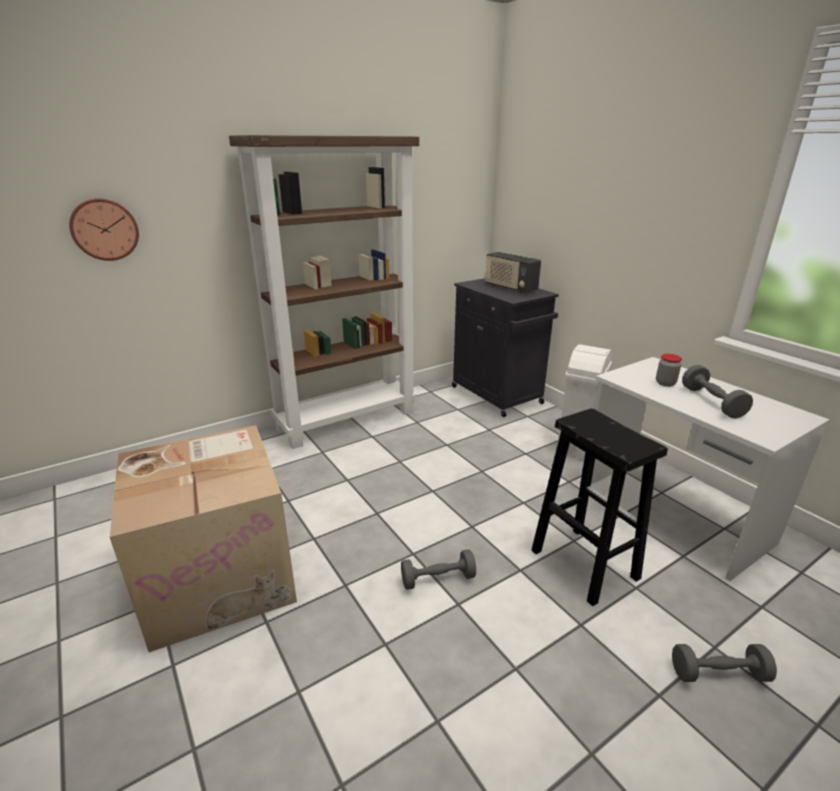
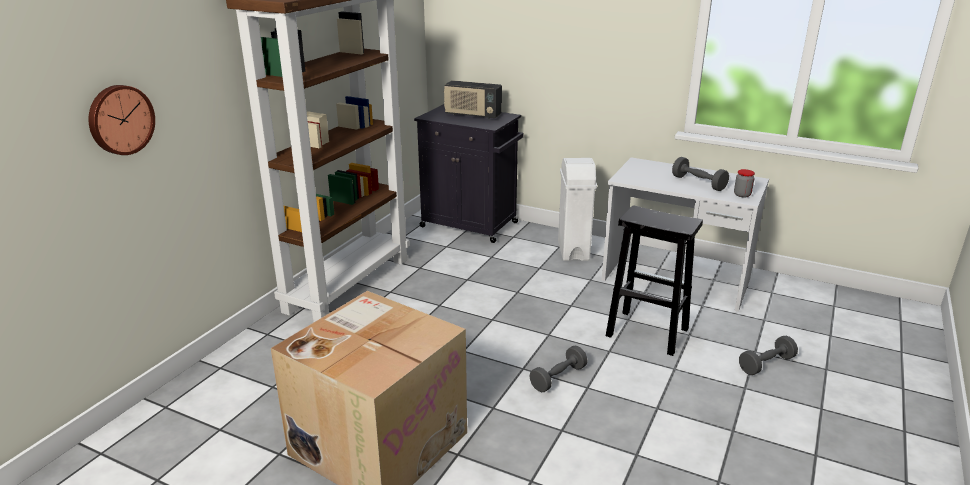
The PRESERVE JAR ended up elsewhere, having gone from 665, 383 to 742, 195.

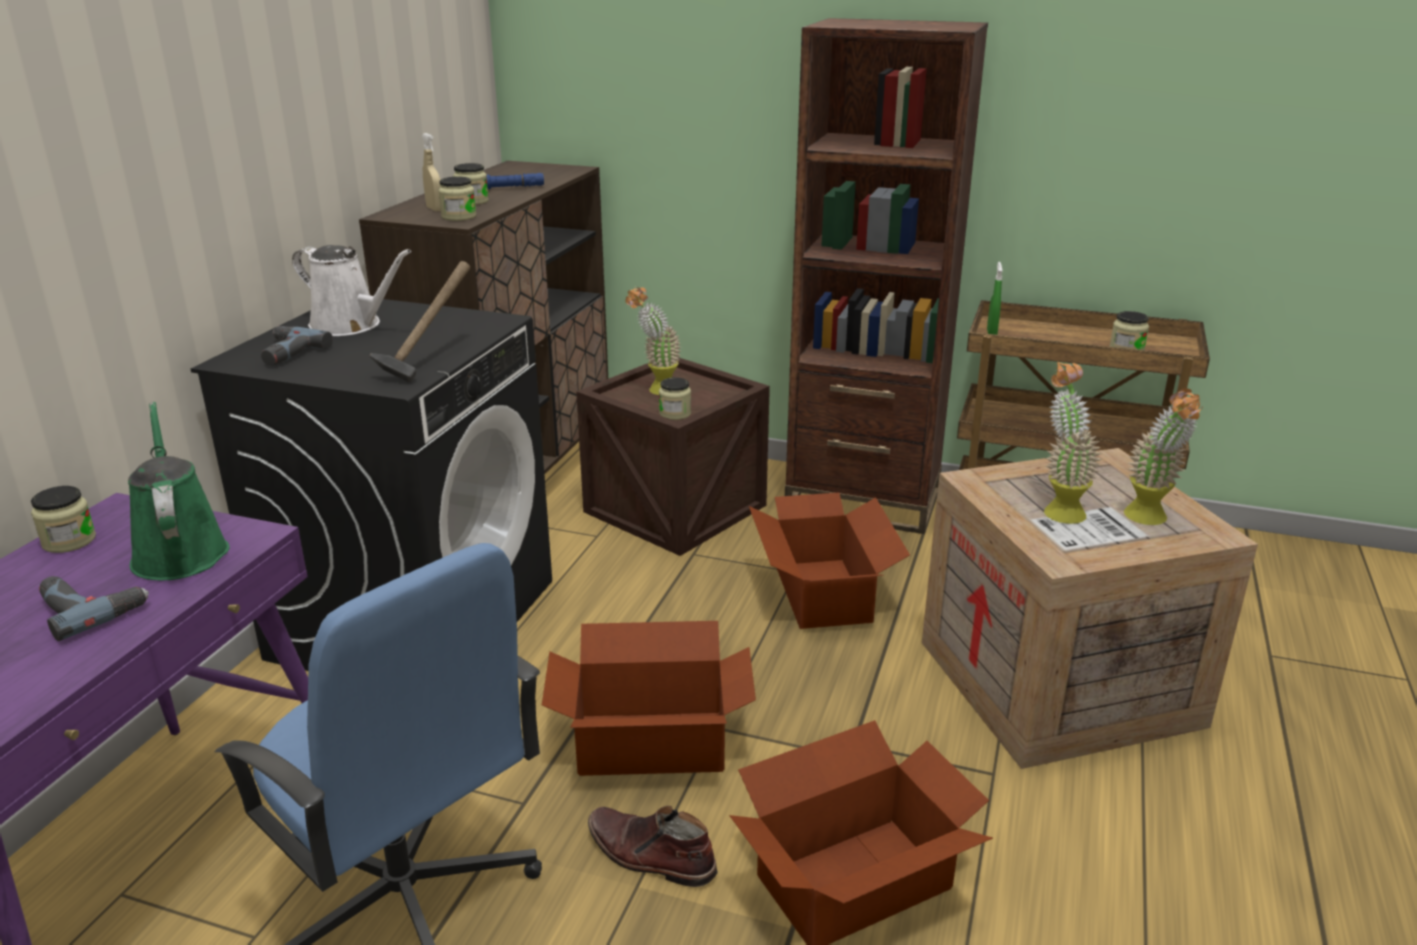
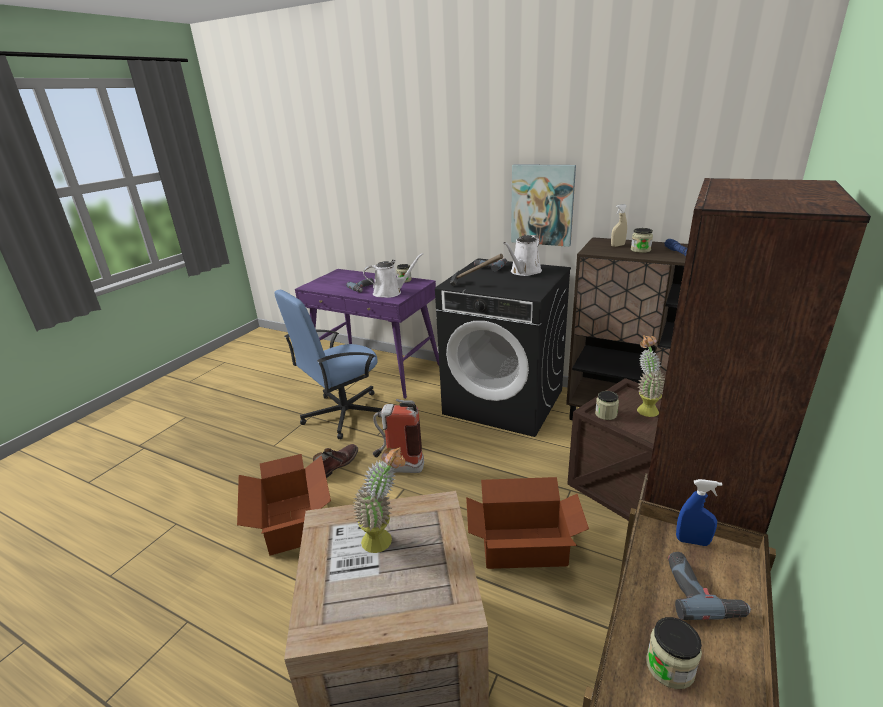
The second view lost the PRESERVE JAR at 459, 217.
What was the GREEN-COLOURED SPRAYER at 991, 333 turned into the BLUISH SPRAYER at 692, 541.
The second view lost the HOUSEPLANT at 1150, 520.
What was the GREEN-COLOURED SPRINKLING CAN at 179, 551 turned into the WHITE-COLOURED SPRINKLING CAN at 390, 292.
Where the PACKING BOX stood at 652, 744, the FIRE EXTINGUISHER came to stand at 399, 468.
The second view gained the PICTURE at 542, 205.
The second view gained the POWER DRILL at 701, 592.

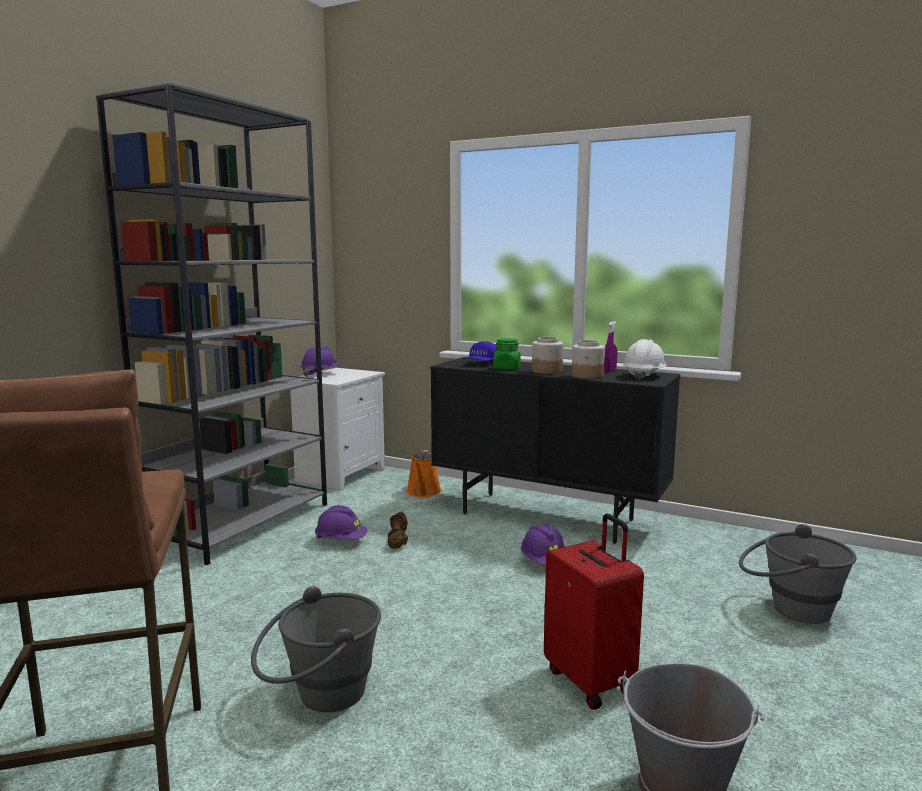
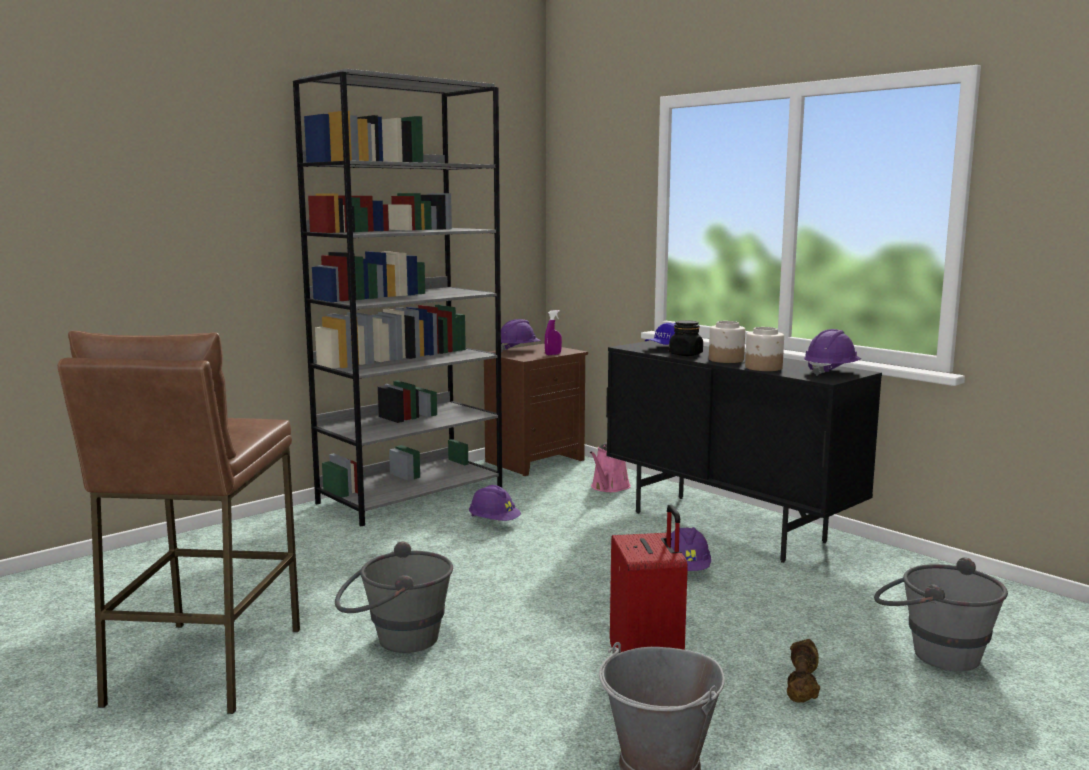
The PURPLE-COLOURED SPRAYER ended up elsewhere, having gone from 610, 370 to 553, 354.
What was the GREEN-COLOURED PRESERVE JAR at 506, 368 turned into the BLACK-COLOURED PRESERVE JAR at 685, 354.
What was the WHITE-COLOURED WORK HELMET at 643, 376 turned into the PURPLE-COLOURED WORK HELMET at 831, 372.
What was the WHITE-COLOURED NIGHT TABLE at 340, 474 turned into the BROWN-COLOURED NIGHT TABLE at 534, 460.
What was the ORANGE-COLOURED SPRINKLING CAN at 423, 492 turned into the PINK-COLOURED SPRINKLING CAN at 609, 487.
The BROWN-COLOURED HAND WEIGHT ended up elsewhere, having gone from 398, 539 to 803, 684.

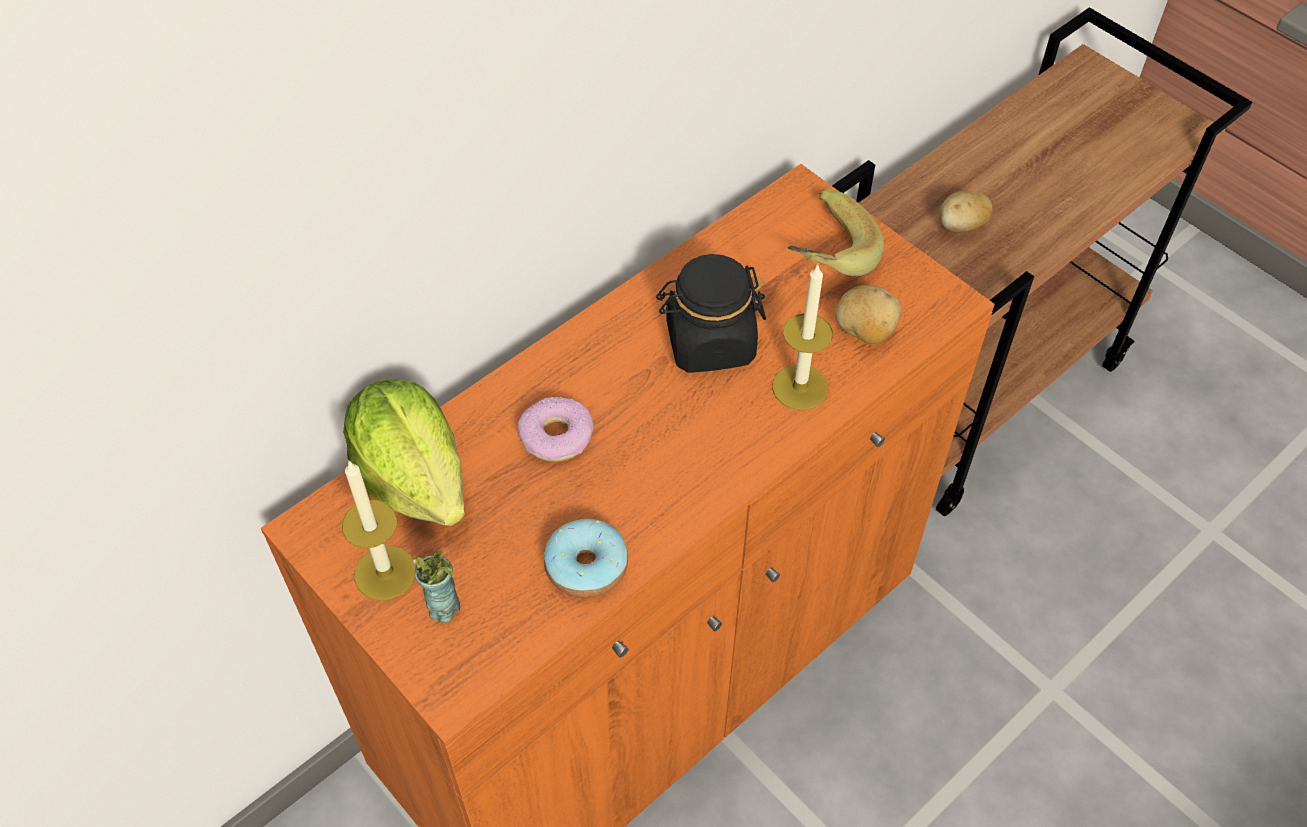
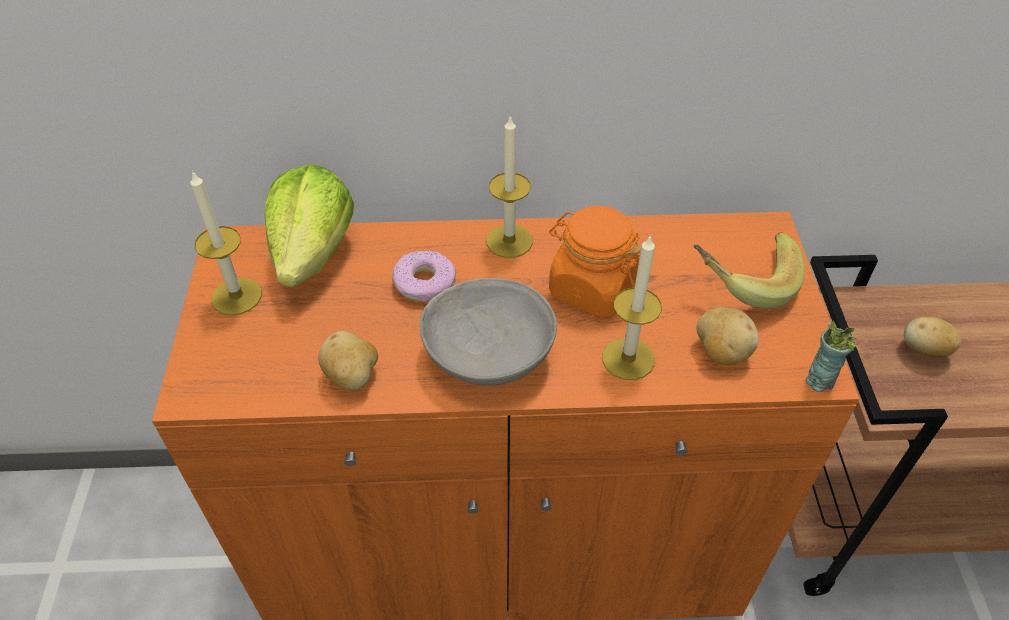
What was the BLACK-COLOURED PRESERVE JAR at 709, 343 turned into the ORANGE-COLOURED PRESERVE JAR at 592, 288.
Where the RING DOUGHNUT stood at 586, 566, the SPUD came to stand at 352, 376.
The DRINKING CUP ended up elsewhere, having gone from 443, 607 to 819, 380.
The second view gained the WAX LIGHT at 509, 241.
The second view gained the GREY BOWL at 488, 356.

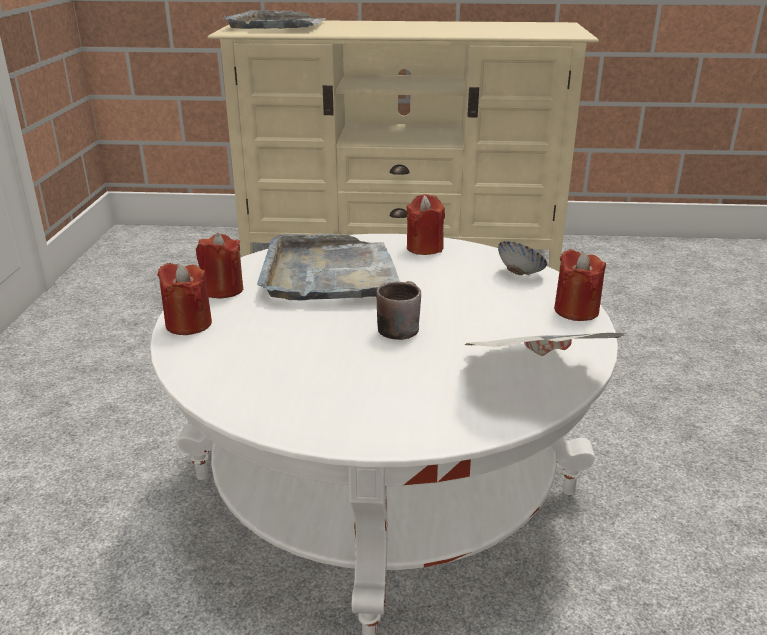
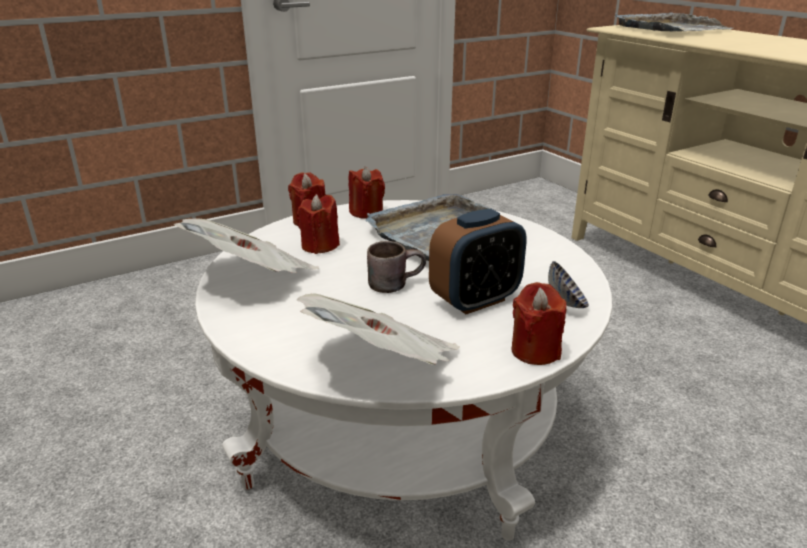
The RED WAX LIGHT ended up elsewhere, having gone from 424, 248 to 320, 246.
The second view gained the ALARM CLOCK at 475, 300.
The second view gained the PRINTED PAPER at 254, 277.

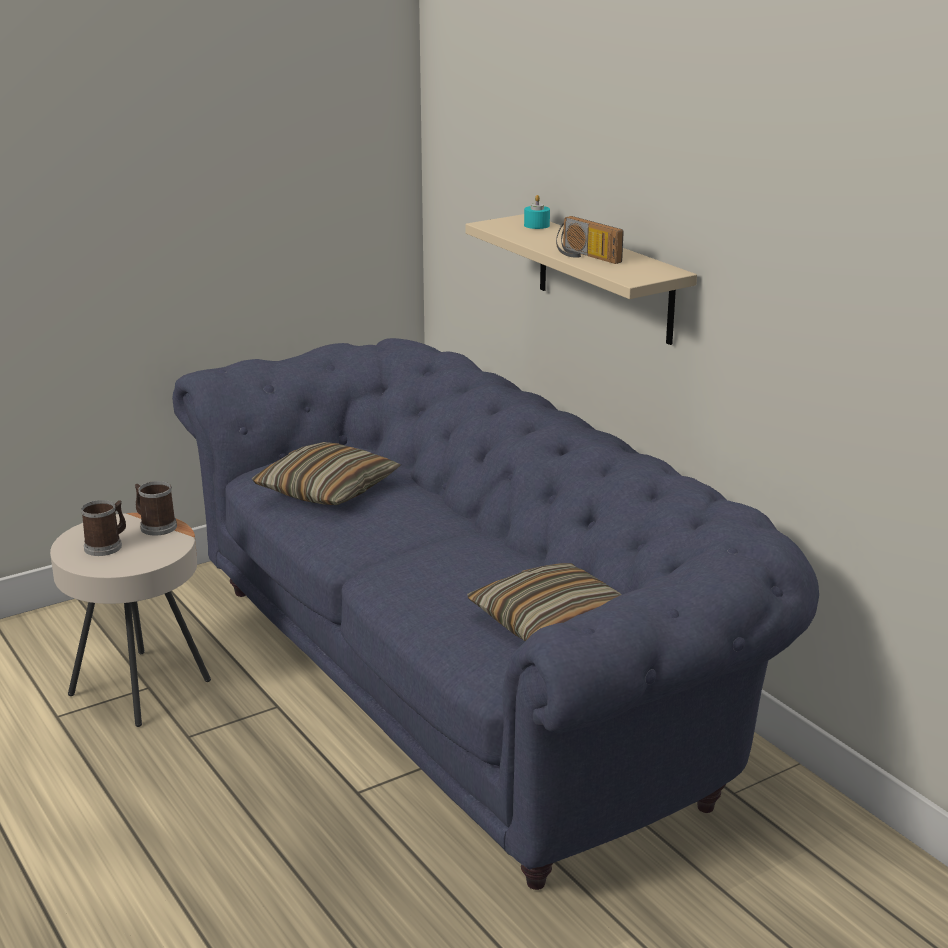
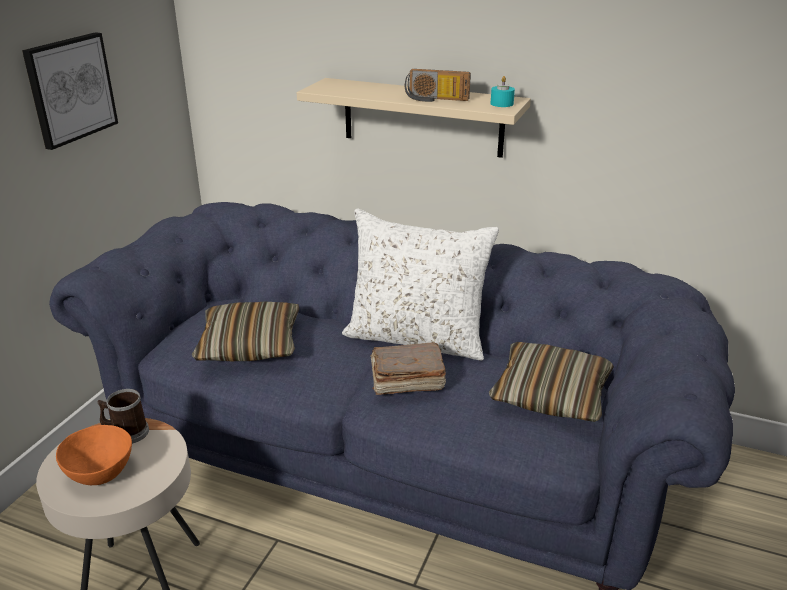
The BLUE-GREEN WAX LIGHT ended up elsewhere, having gone from 536, 225 to 502, 104.
Where the COFFEE MUG stood at 107, 546, the ORANGE-COLOURED BOWL came to stand at 100, 472.
The second view gained the PICTURE at 70, 89.
The second view gained the WHITE-COLOURED THROW PILLOW at 416, 338.
The second view gained the BROWN-COLOURED VOLUME at 406, 380.

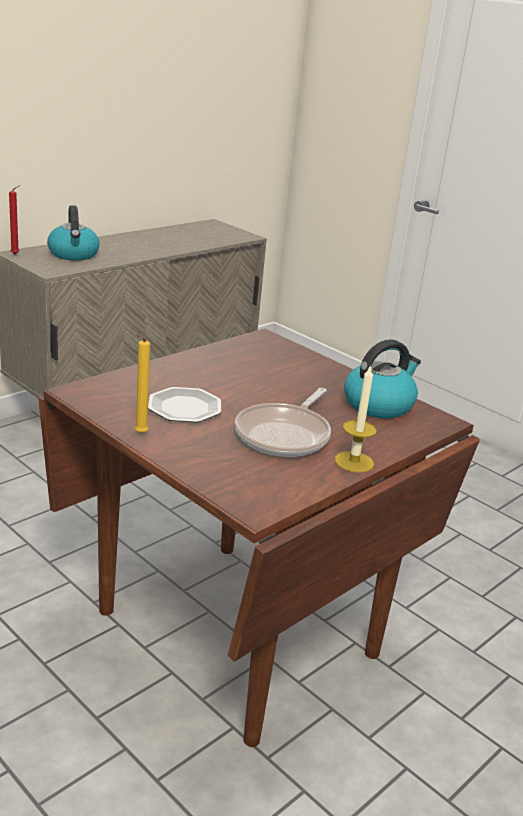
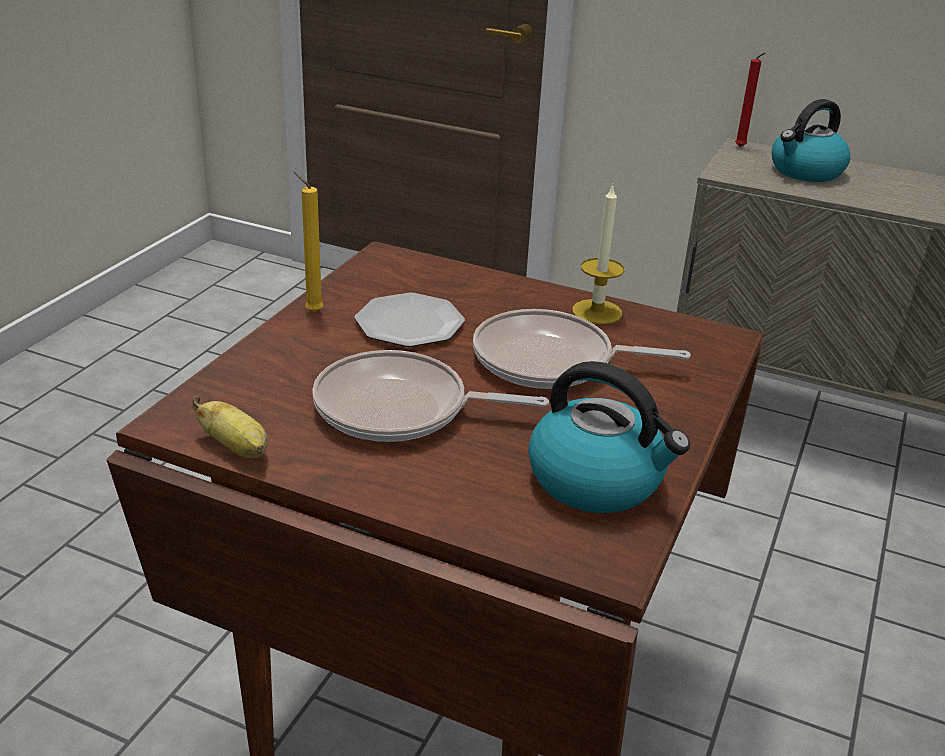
The WAX LIGHT ended up elsewhere, having gone from 354, 462 to 597, 312.
The second view gained the PAN at 551, 361.
The second view gained the BANANA at 237, 448.

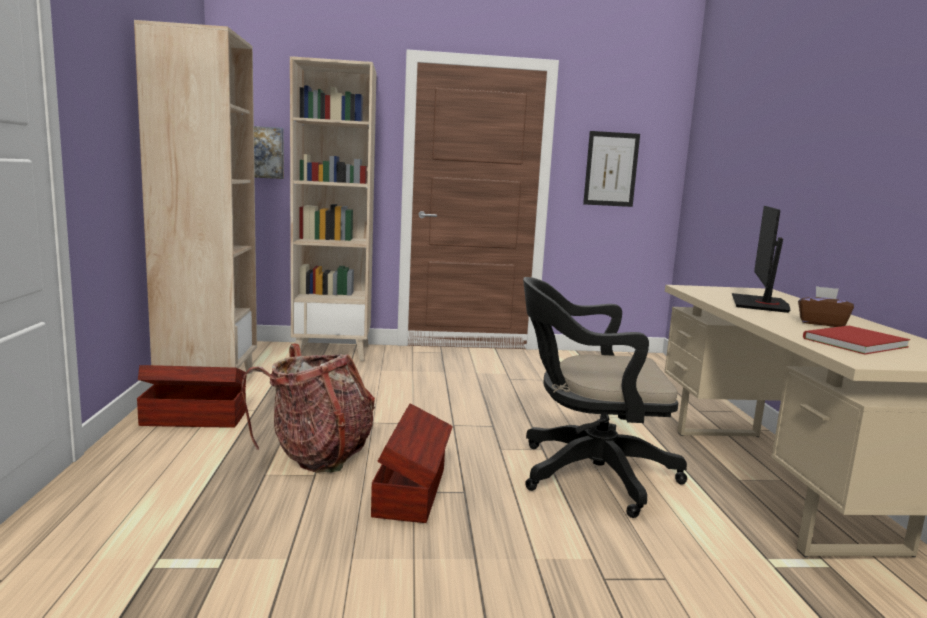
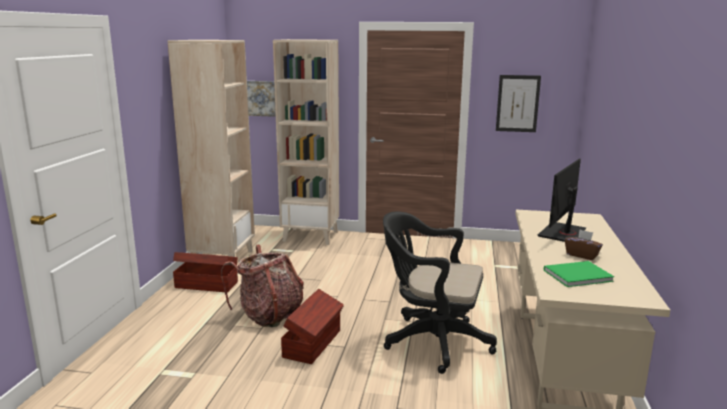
What was the RED VOLUME at 851, 342 turned into the GREEN-COLOURED VOLUME at 575, 275.

